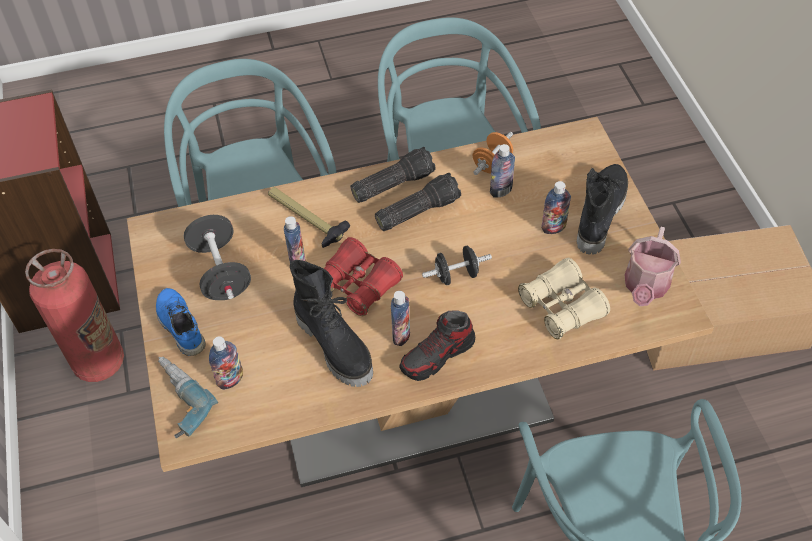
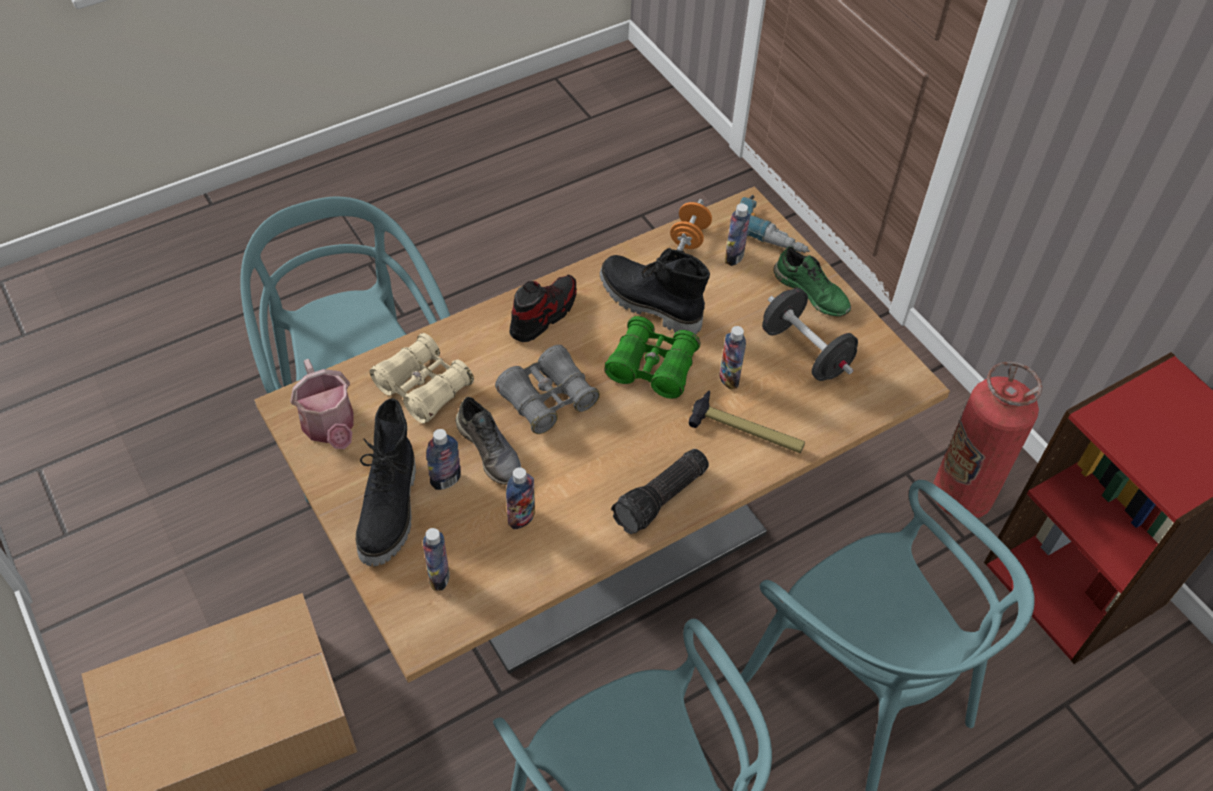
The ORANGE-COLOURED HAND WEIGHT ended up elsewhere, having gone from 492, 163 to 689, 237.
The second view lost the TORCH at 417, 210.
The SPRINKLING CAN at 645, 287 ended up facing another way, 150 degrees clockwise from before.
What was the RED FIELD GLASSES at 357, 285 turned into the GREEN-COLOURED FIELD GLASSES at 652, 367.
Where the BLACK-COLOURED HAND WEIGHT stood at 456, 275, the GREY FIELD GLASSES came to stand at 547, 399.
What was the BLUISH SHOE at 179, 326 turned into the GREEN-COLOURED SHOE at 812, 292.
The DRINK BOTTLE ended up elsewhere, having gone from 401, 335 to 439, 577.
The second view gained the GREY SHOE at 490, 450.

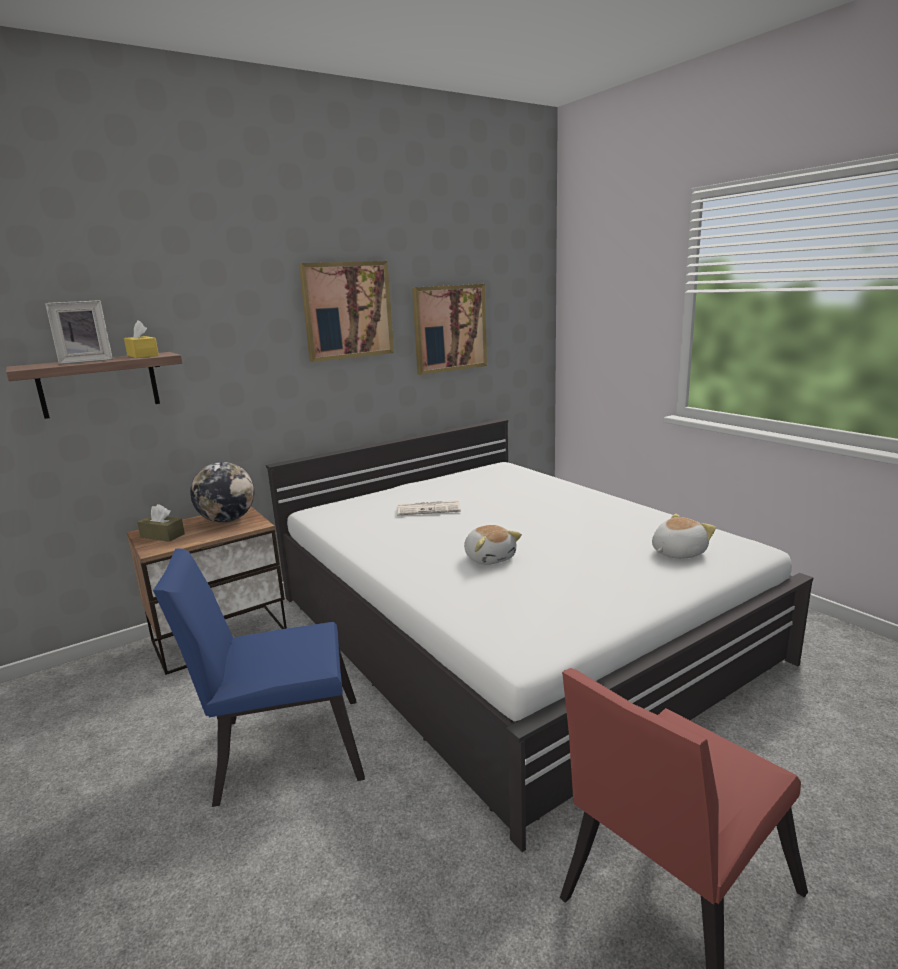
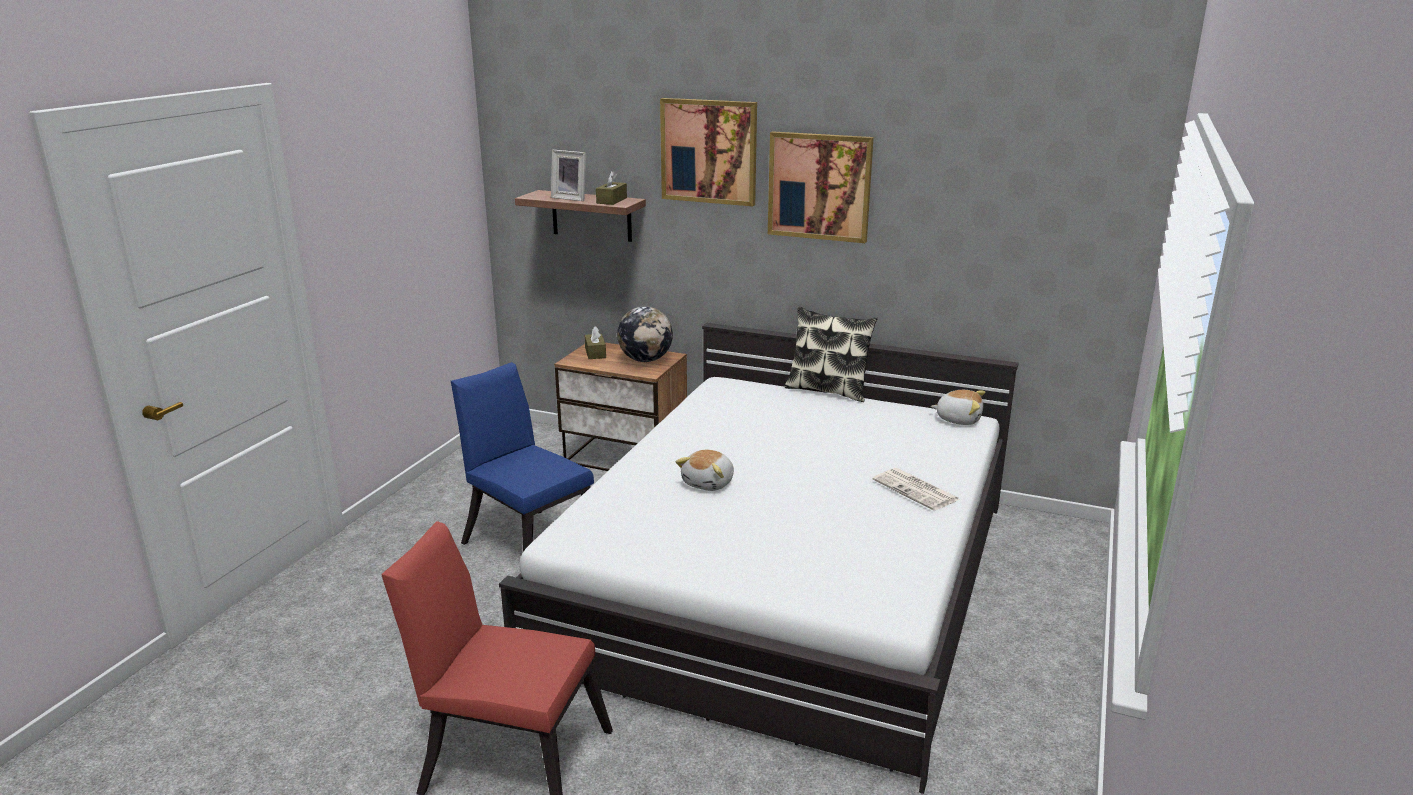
The PICTURE ended up elsewhere, having gone from 449, 328 to 709, 151.
What was the YELLOWISH TISSUE HOLDER at 142, 355 turned into the BROWN-COLOURED TISSUE HOLDER at 611, 200.
The PRINTED PAPER ended up elsewhere, having gone from 429, 508 to 917, 490.
The CUDDLY TOY ended up elsewhere, having gone from 677, 552 to 958, 419.
The second view gained the THROW PILLOW at 828, 390.

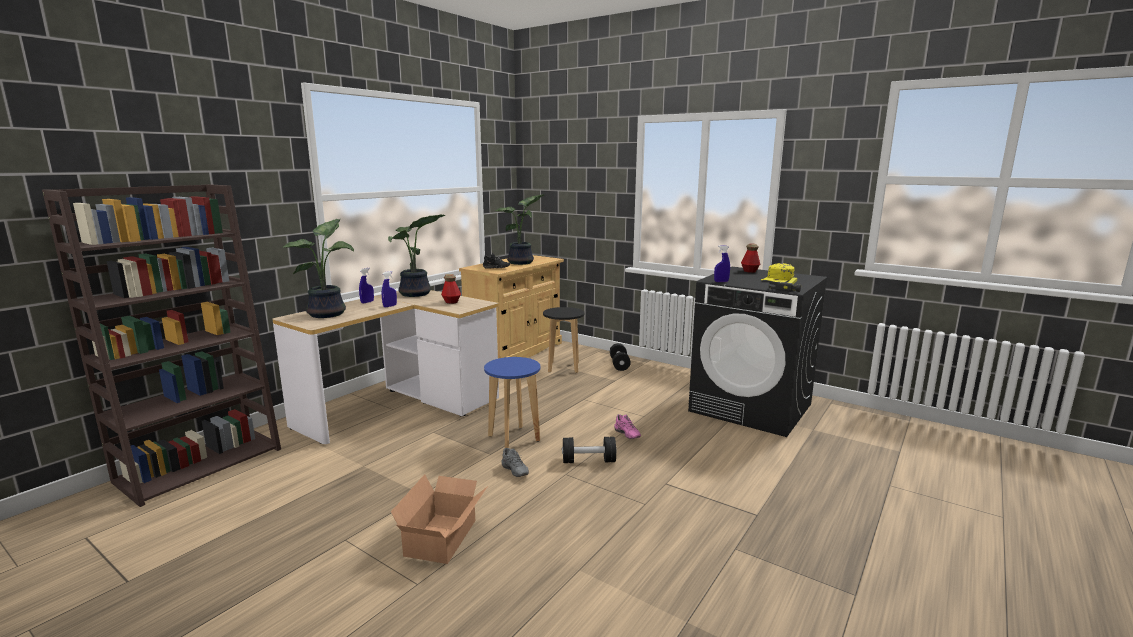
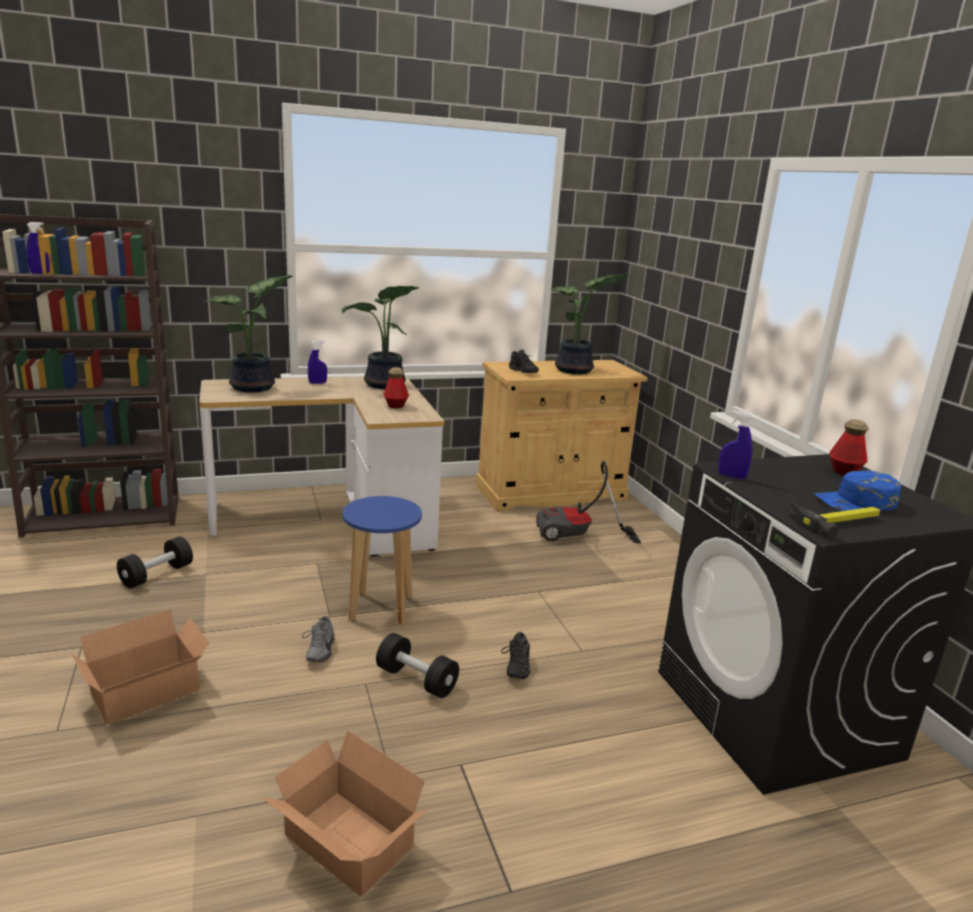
What was the YELLOWISH CAP at 778, 279 turned into the BLUISH CAP at 856, 502.
The BLUISH SPRAYER ended up elsewhere, having gone from 390, 306 to 41, 273.
Where the BLACK-COLOURED STOOL SEAT stood at 563, 367, the HOOVER came to stand at 578, 536.
The BLACK-COLOURED HAND WEIGHT ended up elsewhere, having gone from 619, 364 to 157, 575.
What was the PINK-COLOURED SHOE at 626, 435 turned into the BLACK-COLOURED SHOE at 515, 667.
The second view gained the PACKING BOX at 347, 846.

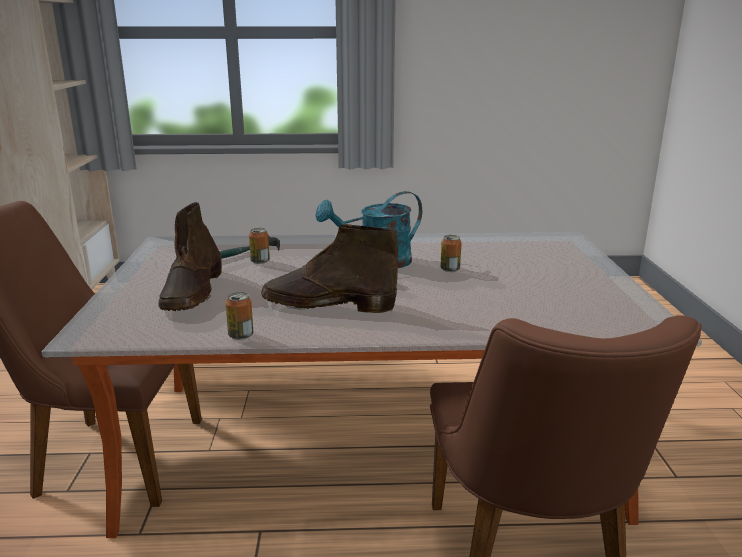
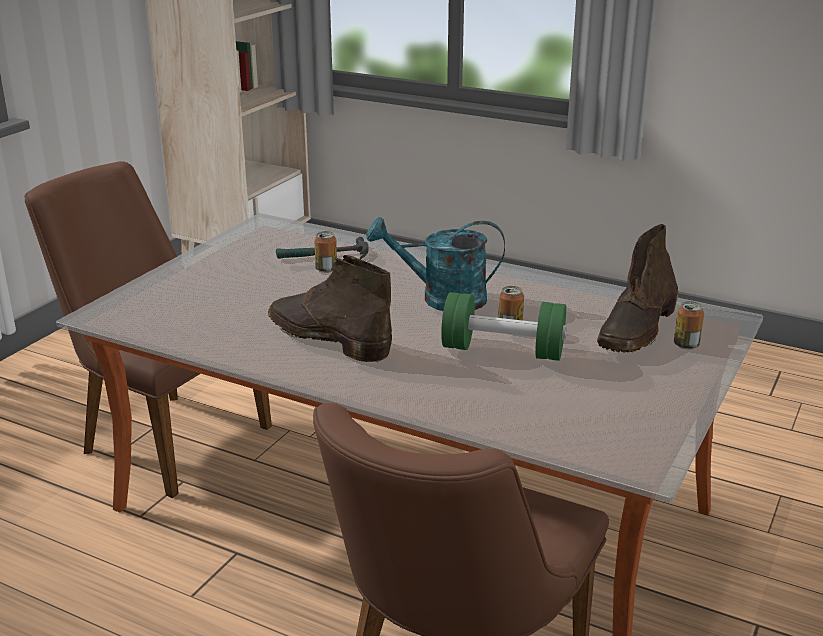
The BROWN-COLOURED TALL BOOT ended up elsewhere, having gone from 193, 292 to 637, 329.
The METAL CAN ended up elsewhere, having gone from 241, 335 to 686, 345.
The second view gained the GREEN-COLOURED HAND WEIGHT at 503, 351.

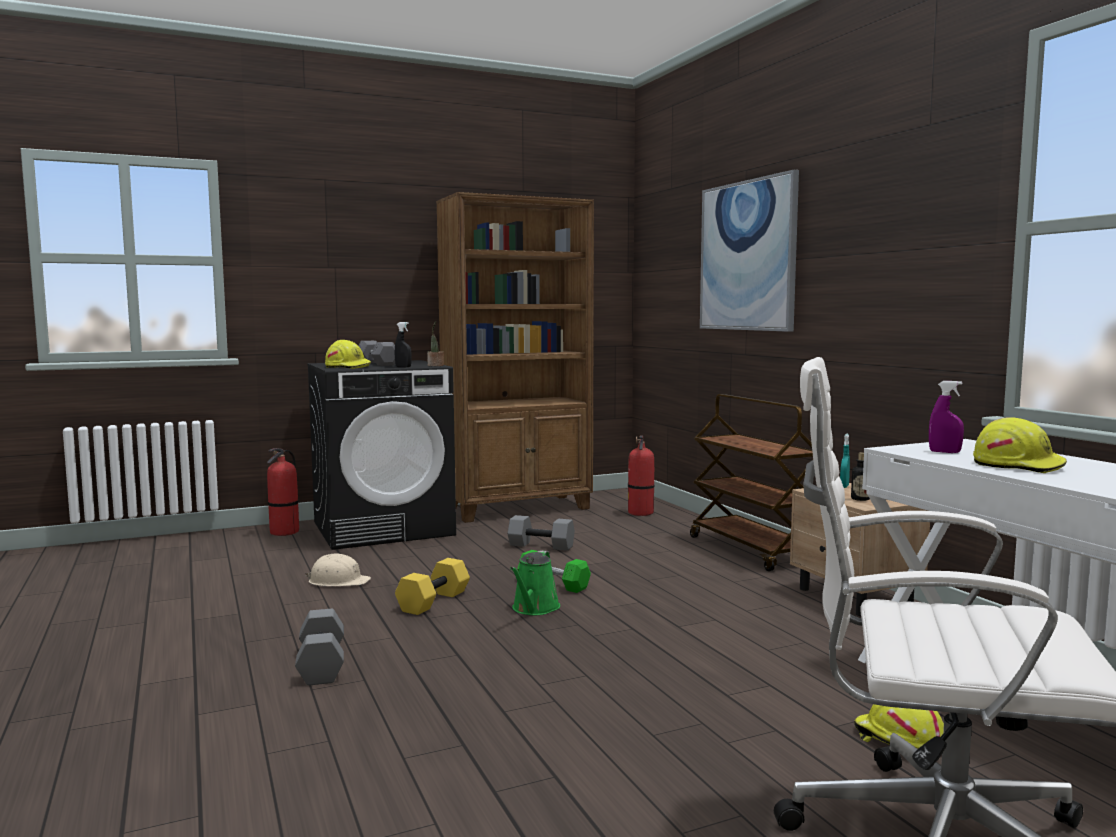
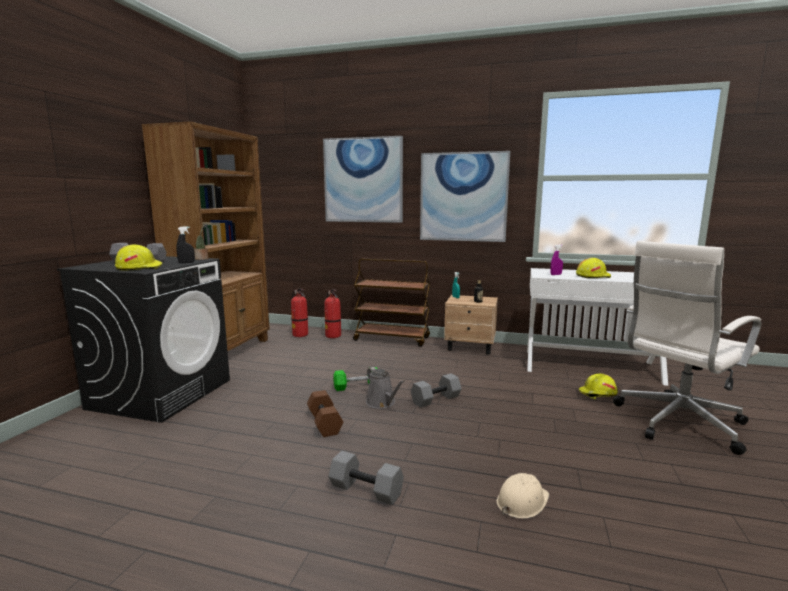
The FIRE EXTINGUISHER ended up elsewhere, having gone from 284, 532 to 333, 336.
The GREY HAND WEIGHT ended up elsewhere, having gone from 542, 545 to 435, 399.
What was the GREEN-COLOURED SPRINKLING CAN at 534, 609 turned into the GREY SPRINKLING CAN at 382, 403.
The BEIGE WORK HELMET ended up elsewhere, having gone from 338, 581 to 522, 501.
What was the YELLOWISH HAND WEIGHT at 434, 602 turned into the BROWN-COLOURED HAND WEIGHT at 325, 423.
The second view gained the PICTURE at 463, 197.

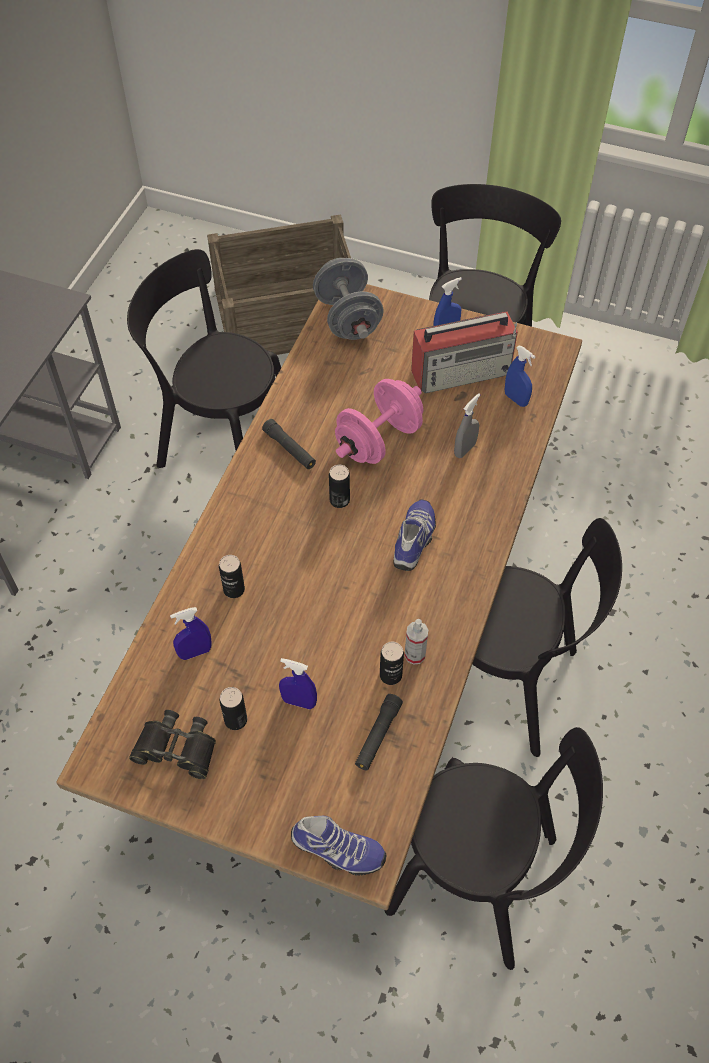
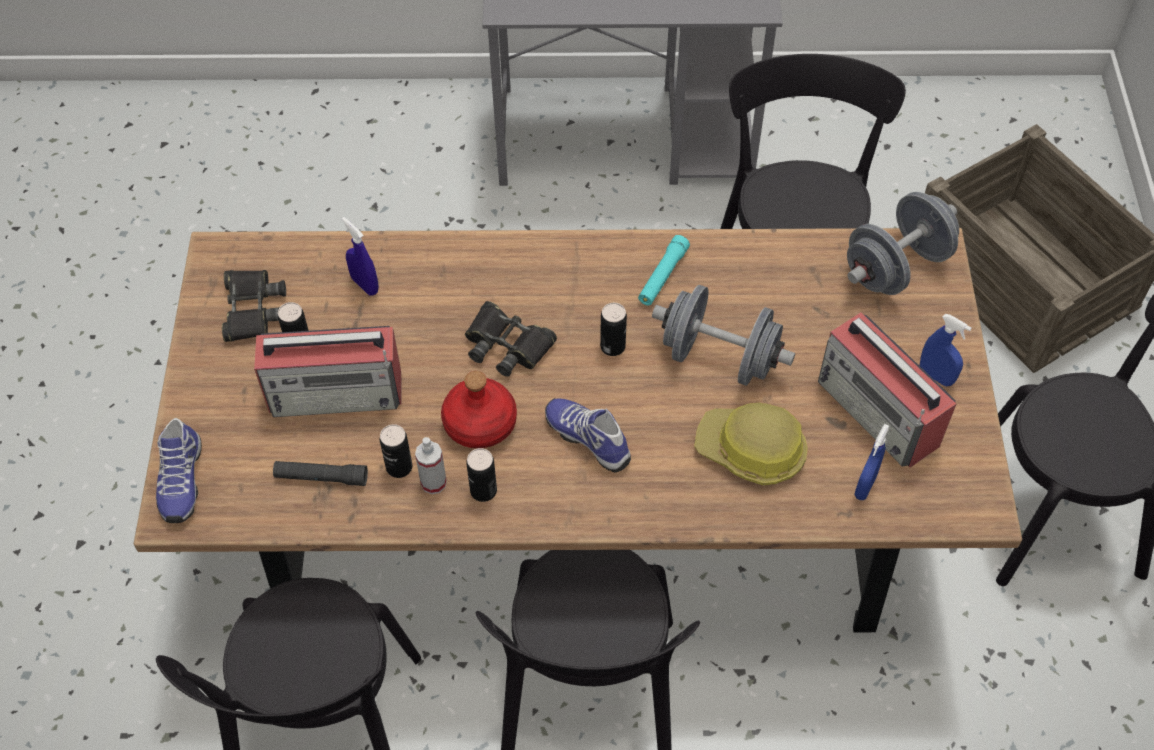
What was the PINK-COLOURED HAND WEIGHT at 378, 440 turned into the GREY HAND WEIGHT at 719, 357.
Where the GREY SPRAYER stood at 465, 449, the WORK HELMET came to stand at 751, 451.
What was the BLACK-COLOURED TORCH at 289, 449 turned into the BLUE-GREEN TORCH at 663, 276.
The SHOE at 415, 540 ended up facing another way, 135 degrees counterclockwise from before.
The METAL CAN ended up elsewhere, having gone from 234, 589 to 483, 490.
Where the BLUISH SPRAYER stood at 299, 702, the RADIO RECEIVER came to stand at 337, 393.
The second view gained the BLACK-COLOURED FIELD GLASSES at 507, 345.
The second view gained the RED DRINK BOTTLE at 480, 422.

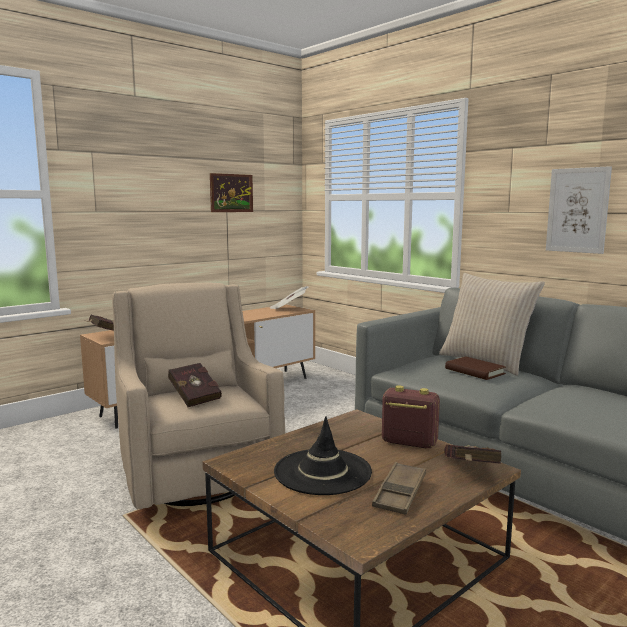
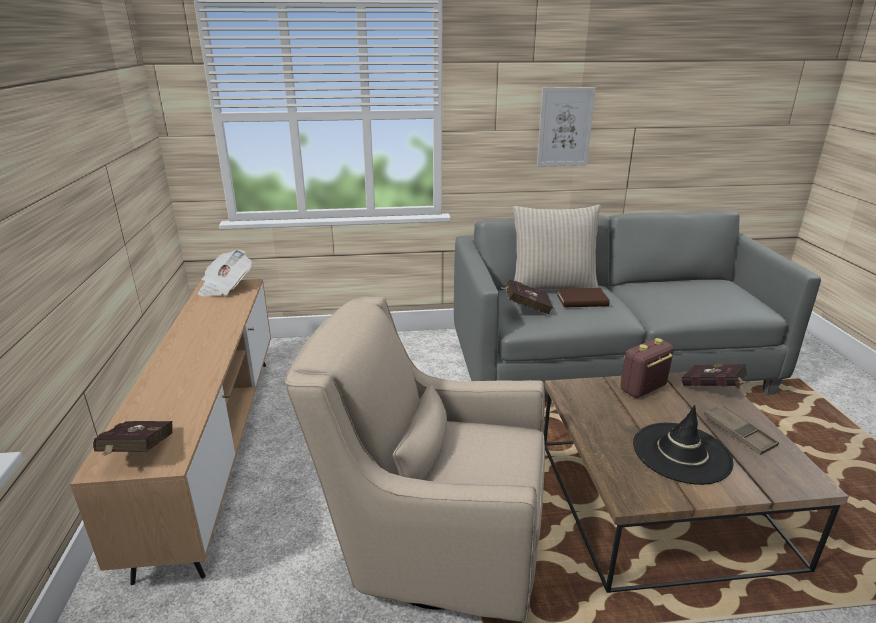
The second view lost the PICTURE at 231, 193.
The RED VOLUME ended up elsewhere, having gone from 194, 397 to 525, 308.

